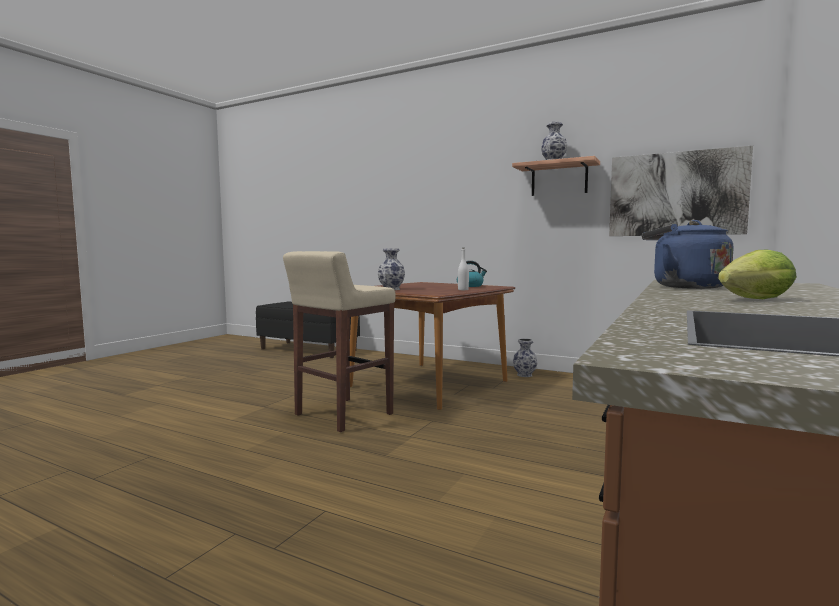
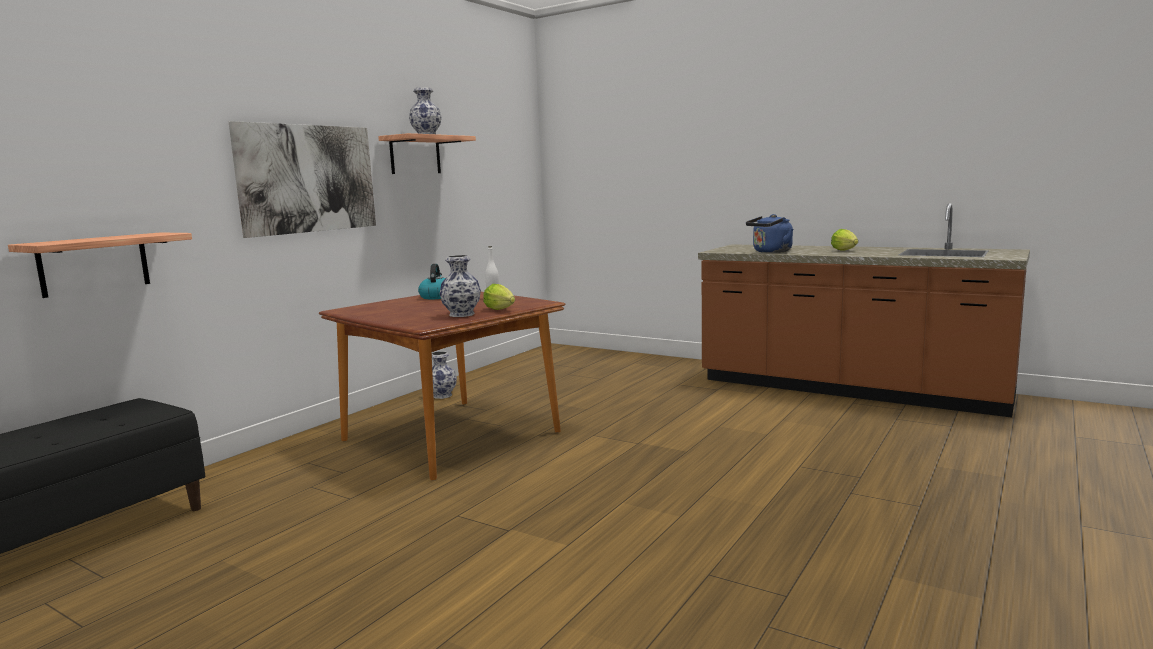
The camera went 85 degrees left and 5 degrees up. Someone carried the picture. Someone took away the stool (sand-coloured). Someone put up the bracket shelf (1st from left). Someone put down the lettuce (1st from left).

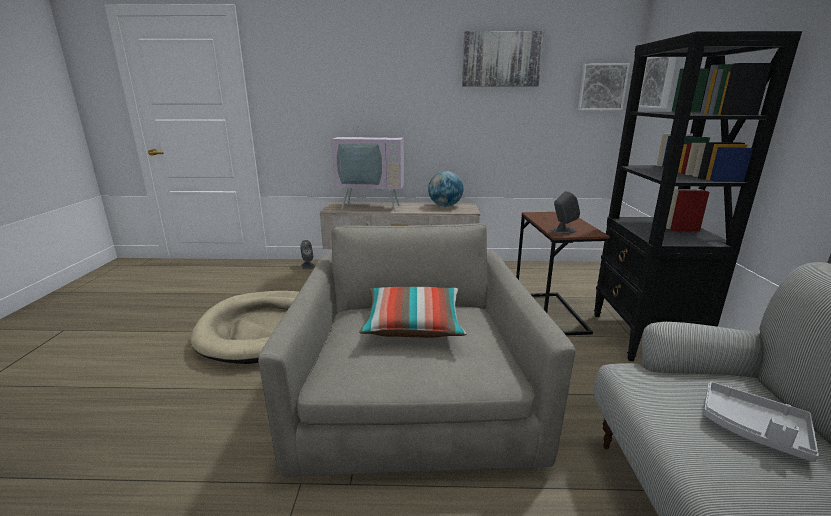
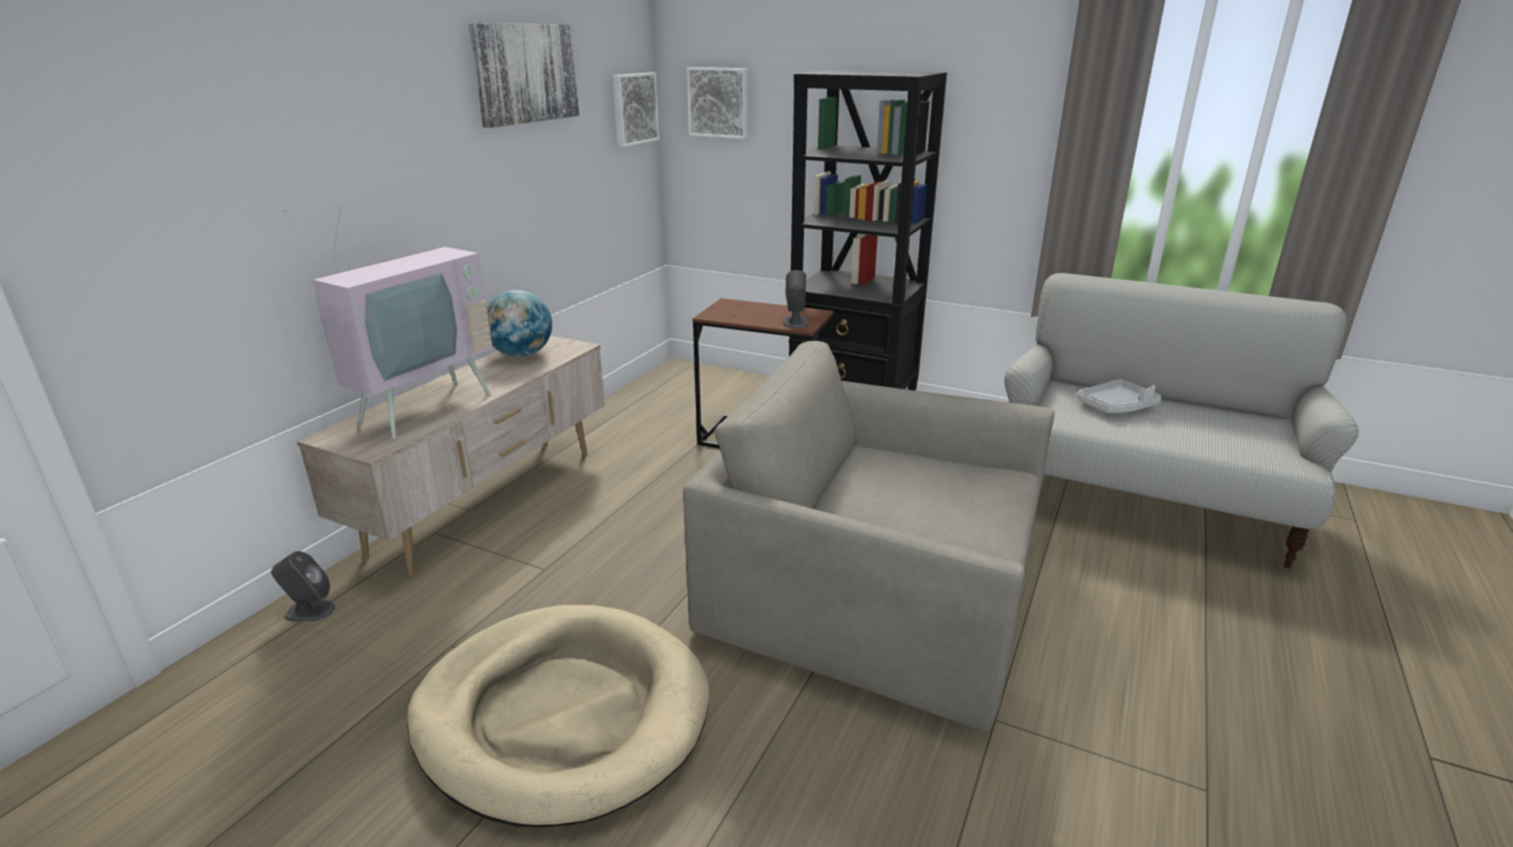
The camera went 65 degrees left and 5 degrees up. Someone took away the throw pillow.

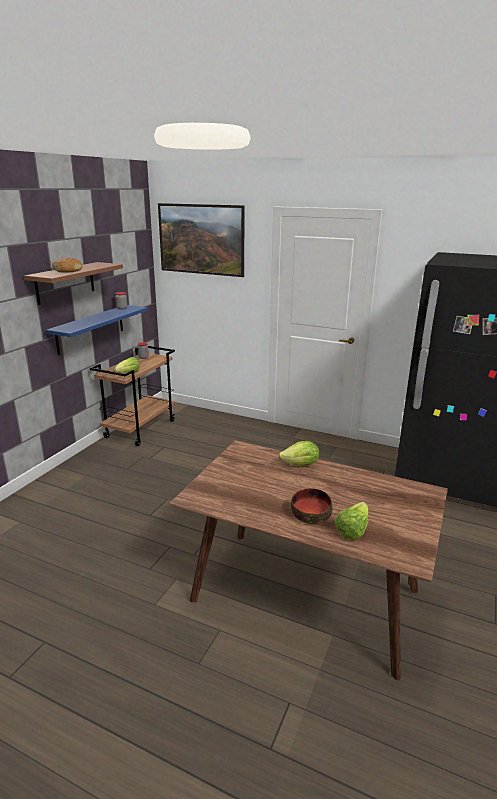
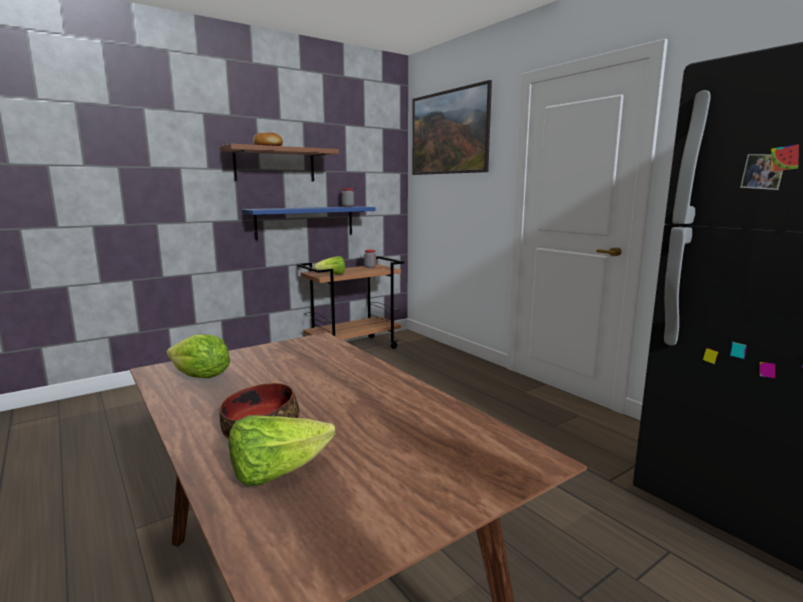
The camera went 30 degrees right and 10 degrees down. Someone carried the lettuce (2nd from left in the first image).

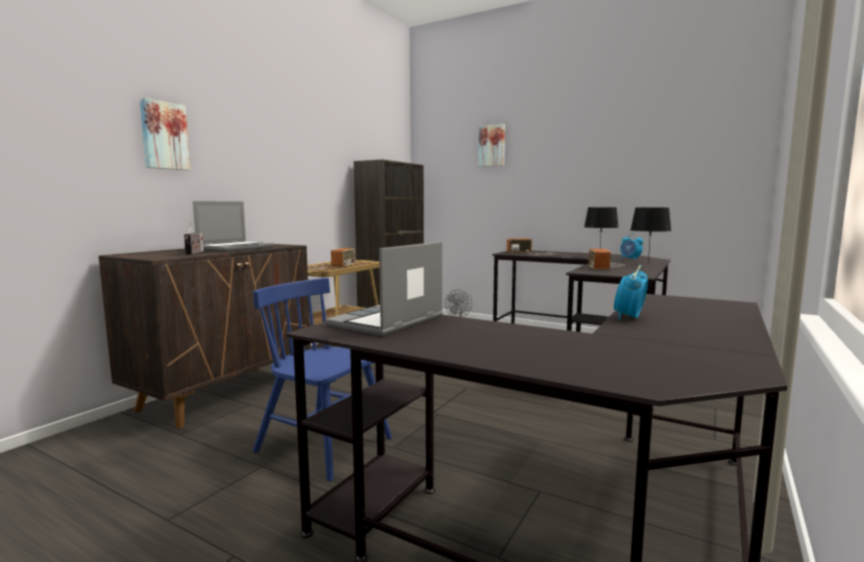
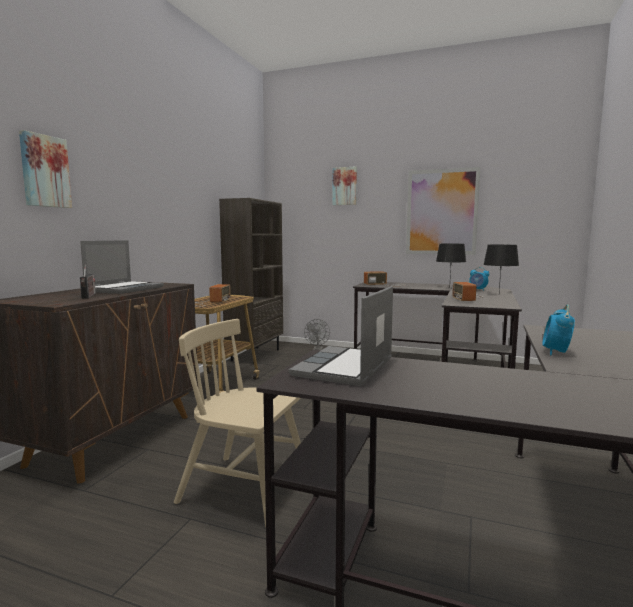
The camera went 10 degrees left and 0 degrees up. Someone repainted the chair (blue-coloured), which became the chair (sand-coloured). Someone put up the picture (3rd from left).

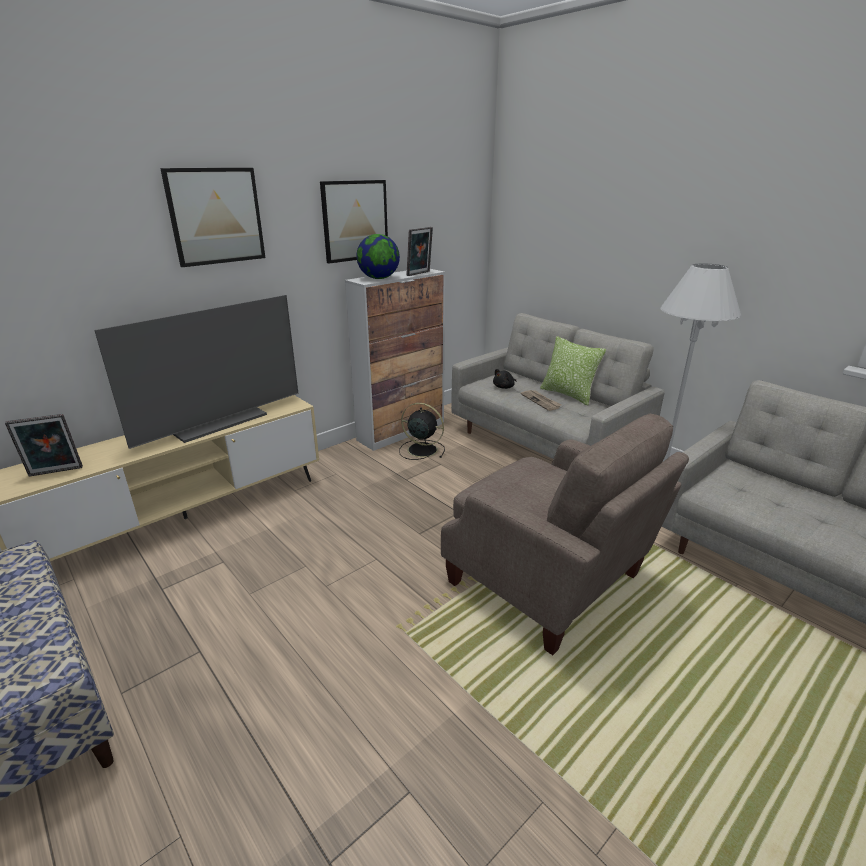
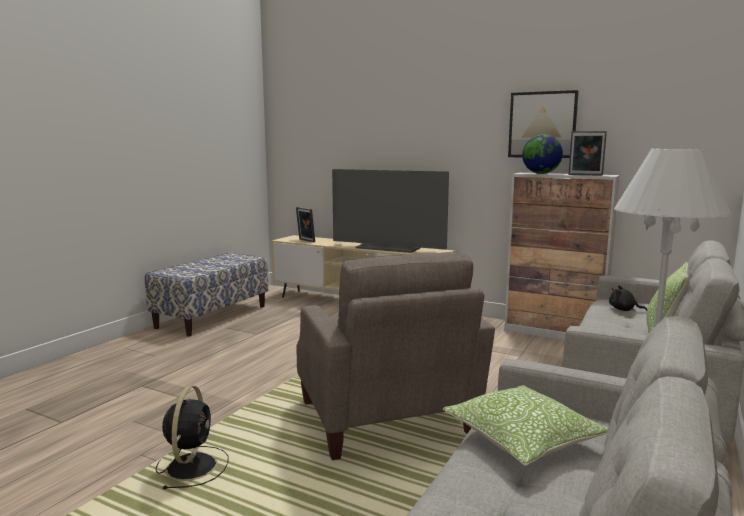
The camera went 70 degrees right and 15 degrees down. Someone took away the picture (1st from left). Someone took away the newspaper. Someone carried the electric fan (black). Someone rotated the easy chair (sand-coloured) by 45 degrees counterclockwise. Someone put down the throw pillow (1st from left).

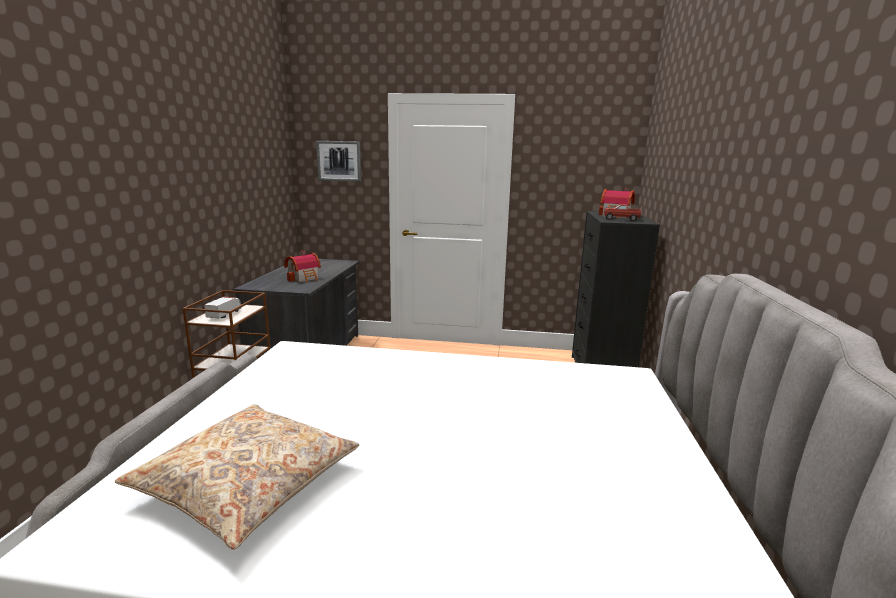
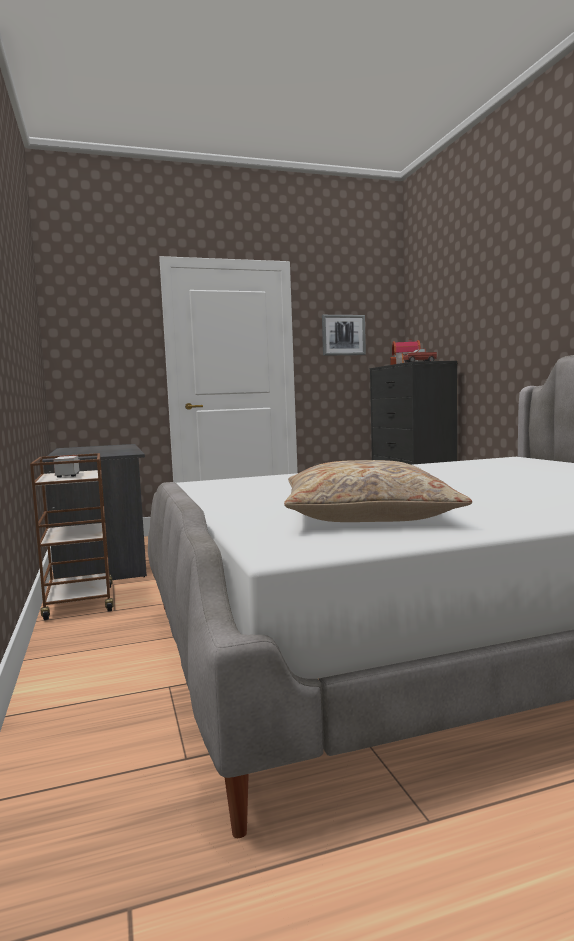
The camera went 25 degrees left and 10 degrees down. Someone carried the picture. Someone took away the miniature house (1st from left).

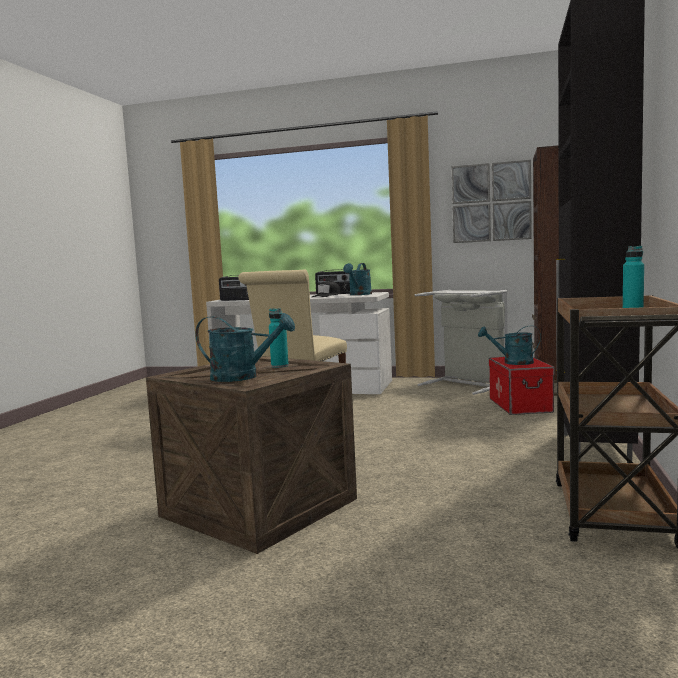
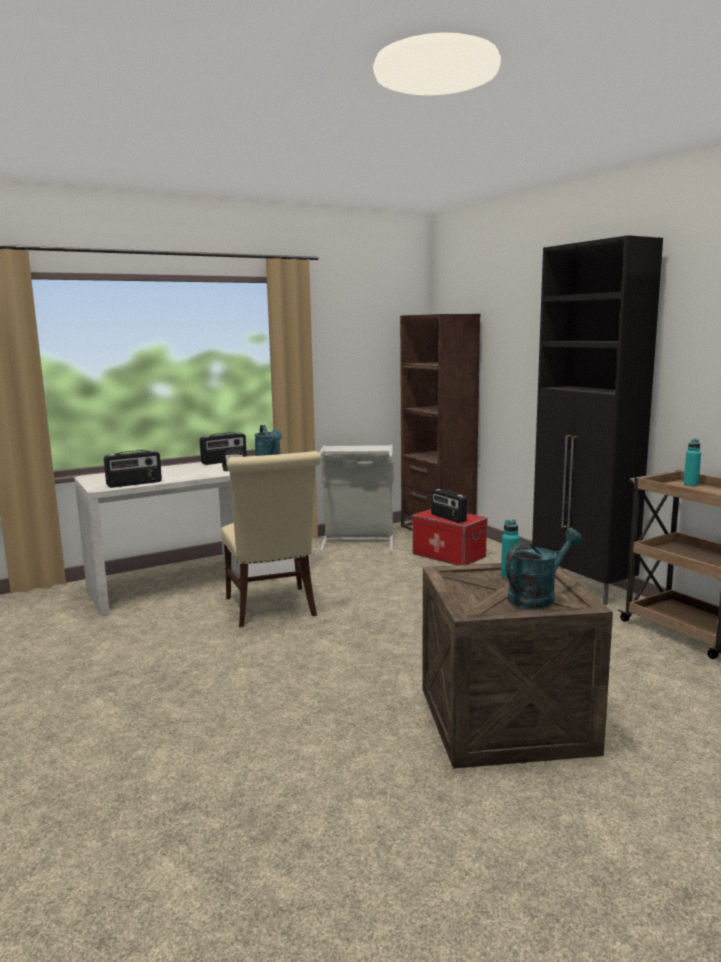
The camera went 45 degrees left and 5 degrees up. Someone took away the picture. Someone swapped the sprinkling can (blue-green) (3rd from left) for the radio (3rd from left).

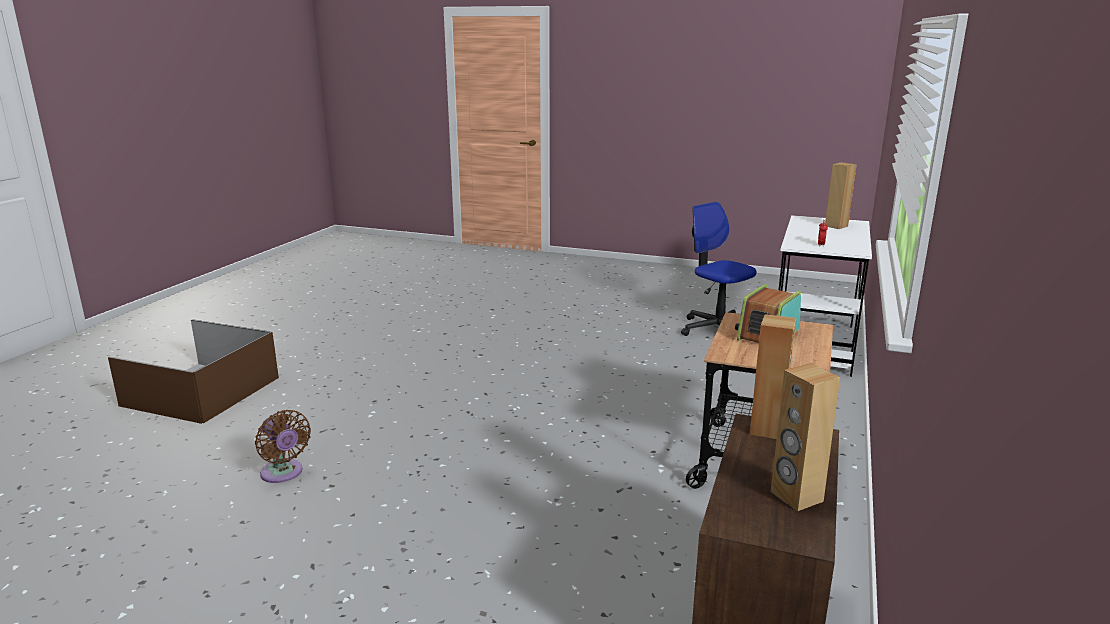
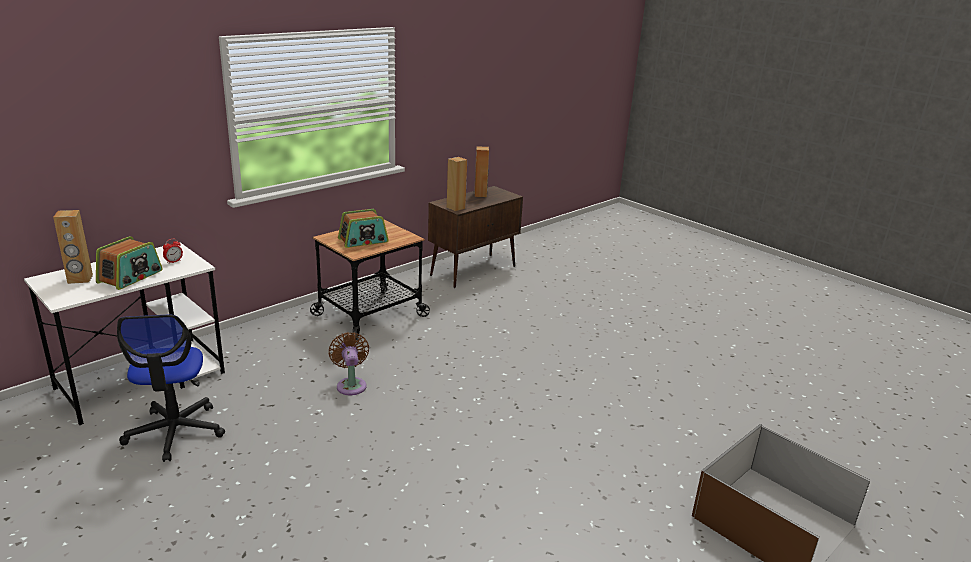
The camera went 155 degrees left and 5 degrees up. Someone carried the electric fan (brown). Someone put down the radio (1st from left).

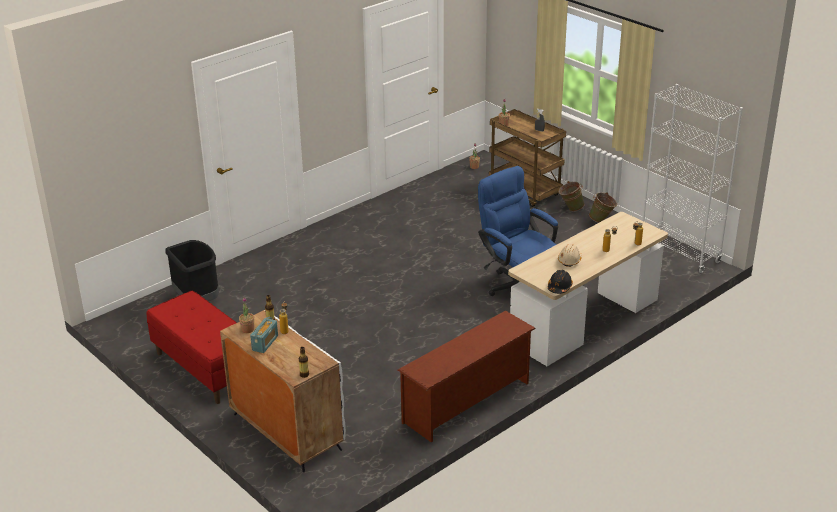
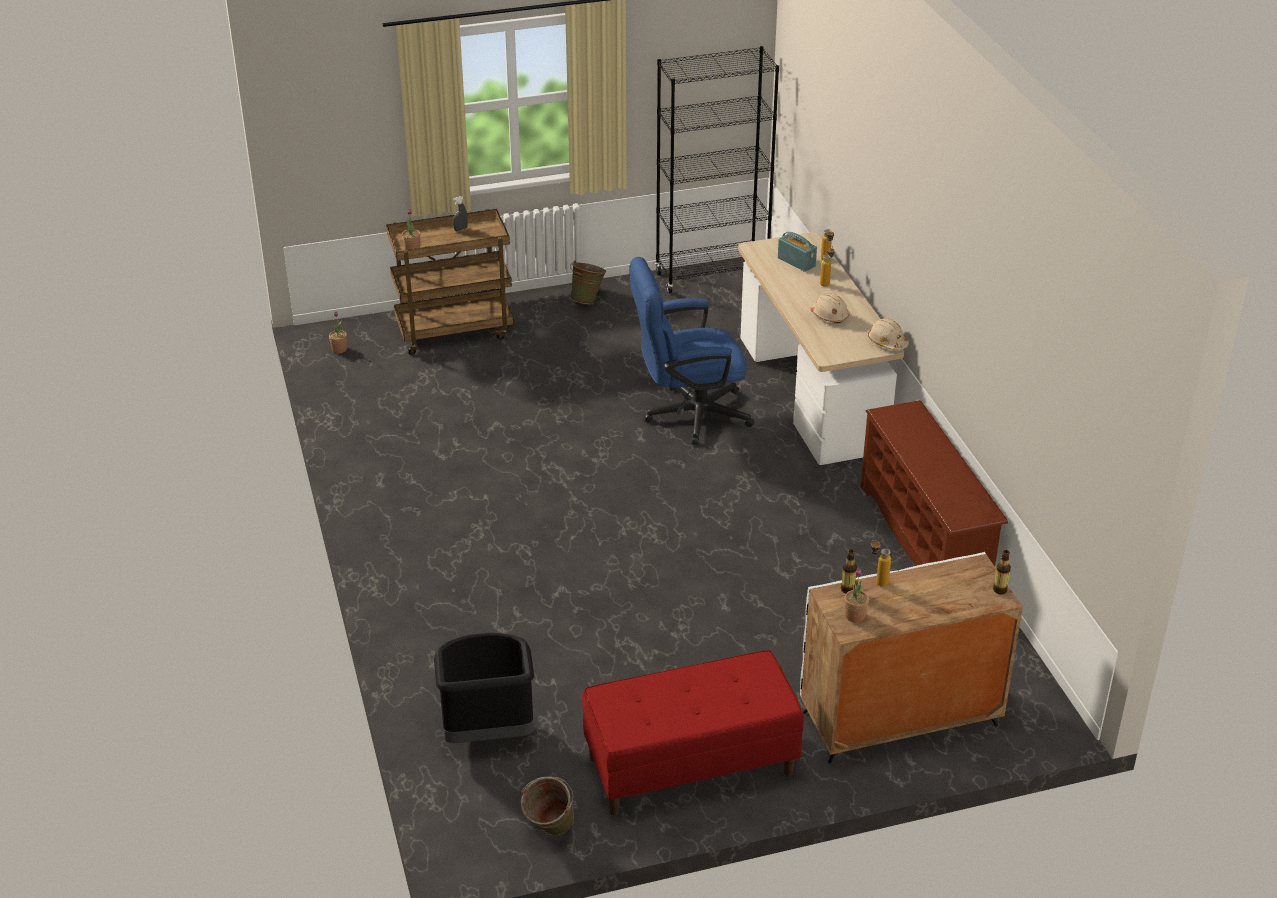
The camera went 65 degrees left and 5 degrees up. Someone repainted the bookcase (white), which became the bookcase (black). Someone carried the bucket (greenish) (1st from left). Someone repainted the work helmet (black), which became the work helmet (sand-coloured) (2nd from left). Someone carried the radio.

